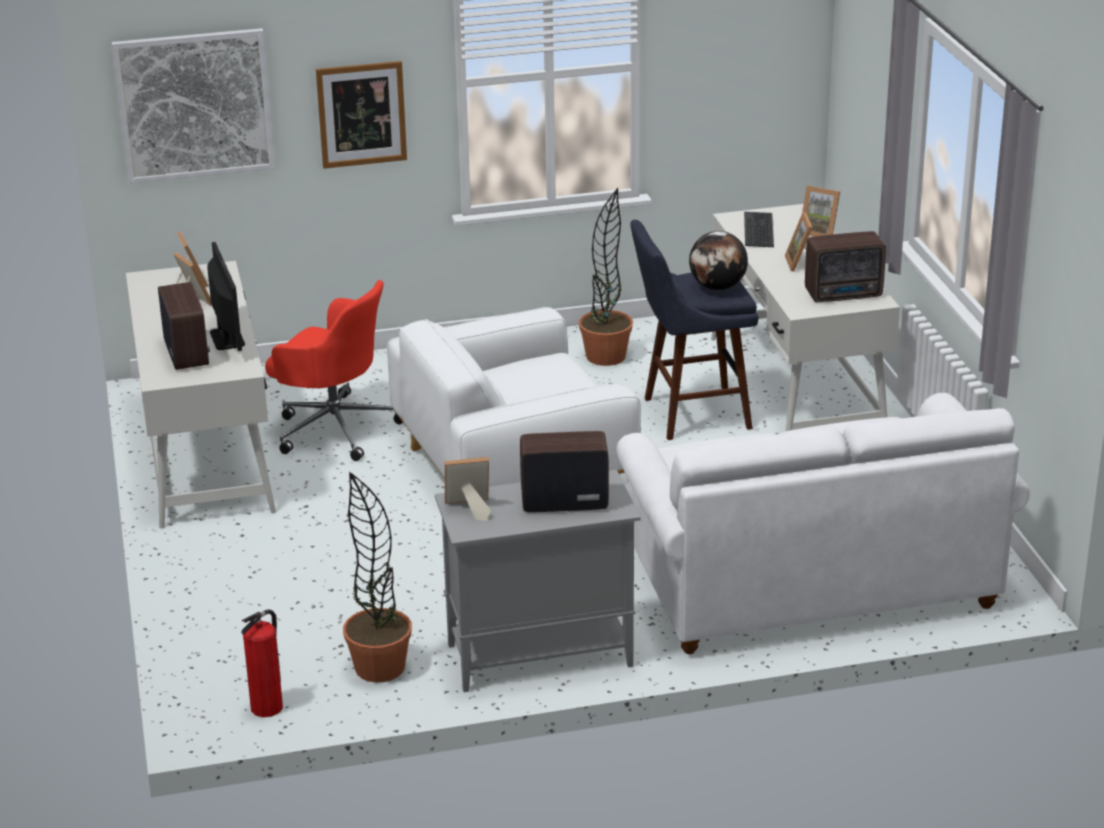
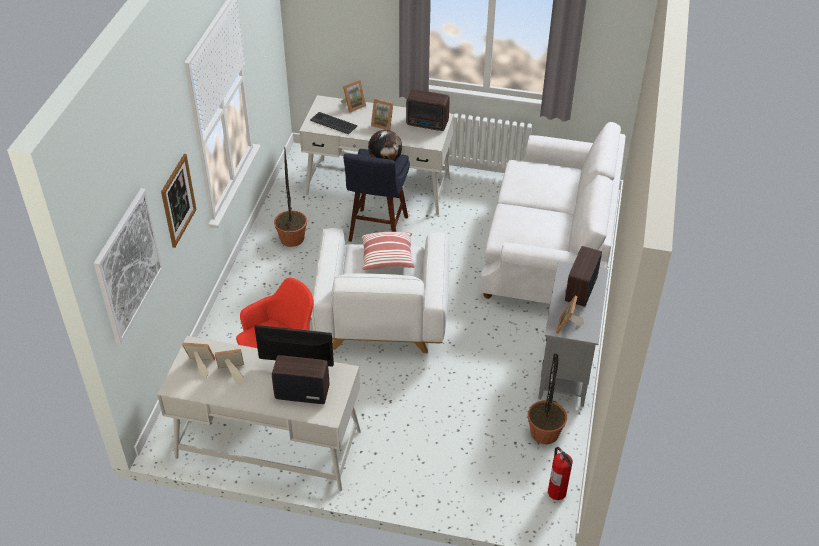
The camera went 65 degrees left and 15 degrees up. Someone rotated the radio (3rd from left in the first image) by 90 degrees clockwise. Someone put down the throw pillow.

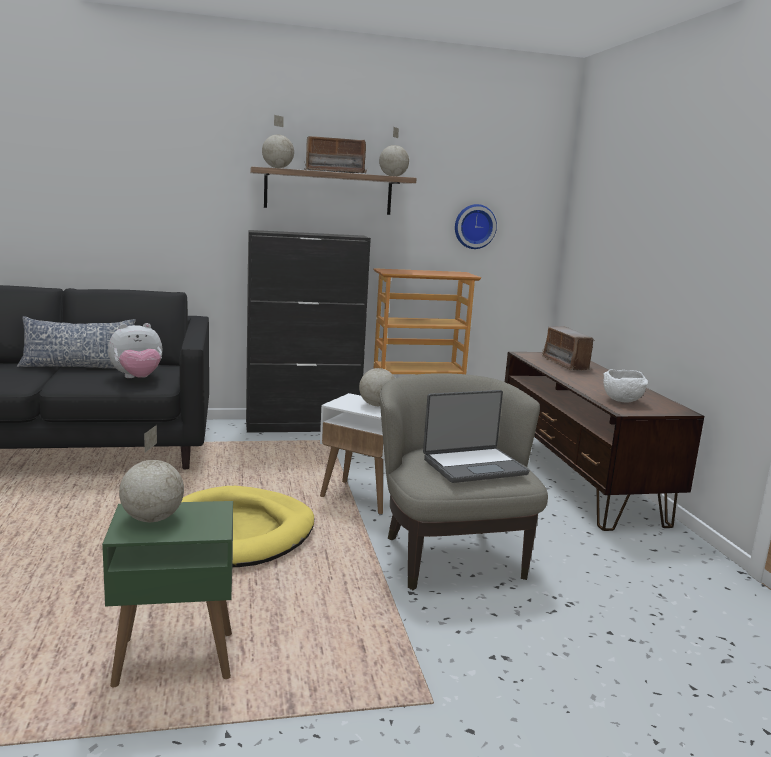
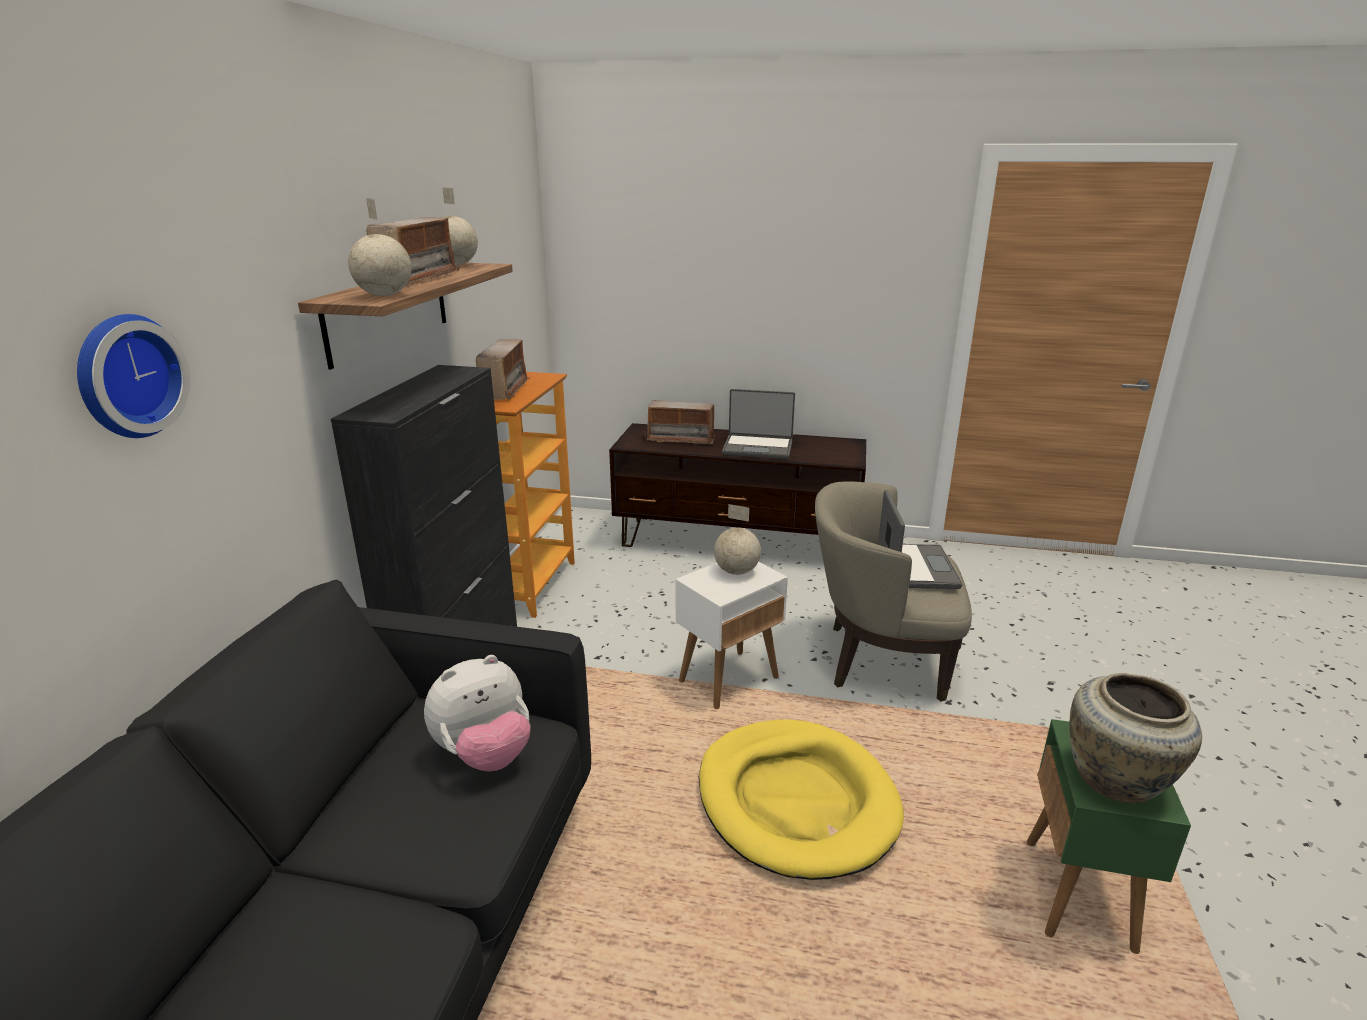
The camera went 65 degrees left and 10 degrees up. Someone carried the clock on the wall. Someone took away the throw pillow. Someone rotated the cuddly toy by 60 degrees clockwise. Someone took away the deep dish (white). Someone swapped the desk globe (1st from left) for the flower vase (sand-coloured). Someone put down the radio (2nd from left). Someone put down the notebook computer (1st from left).

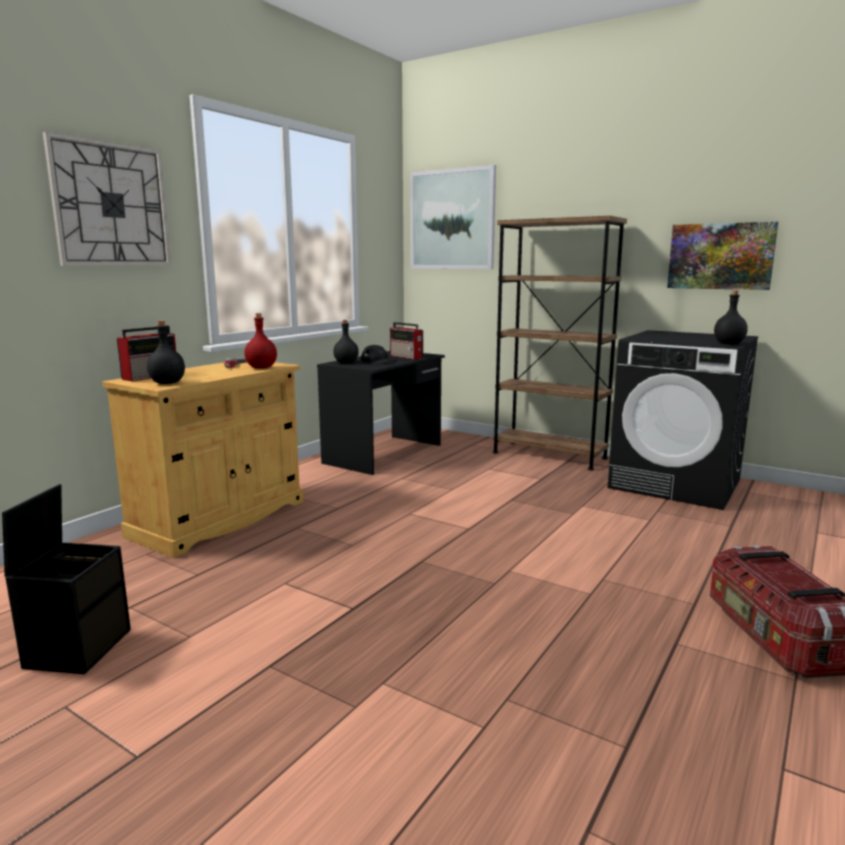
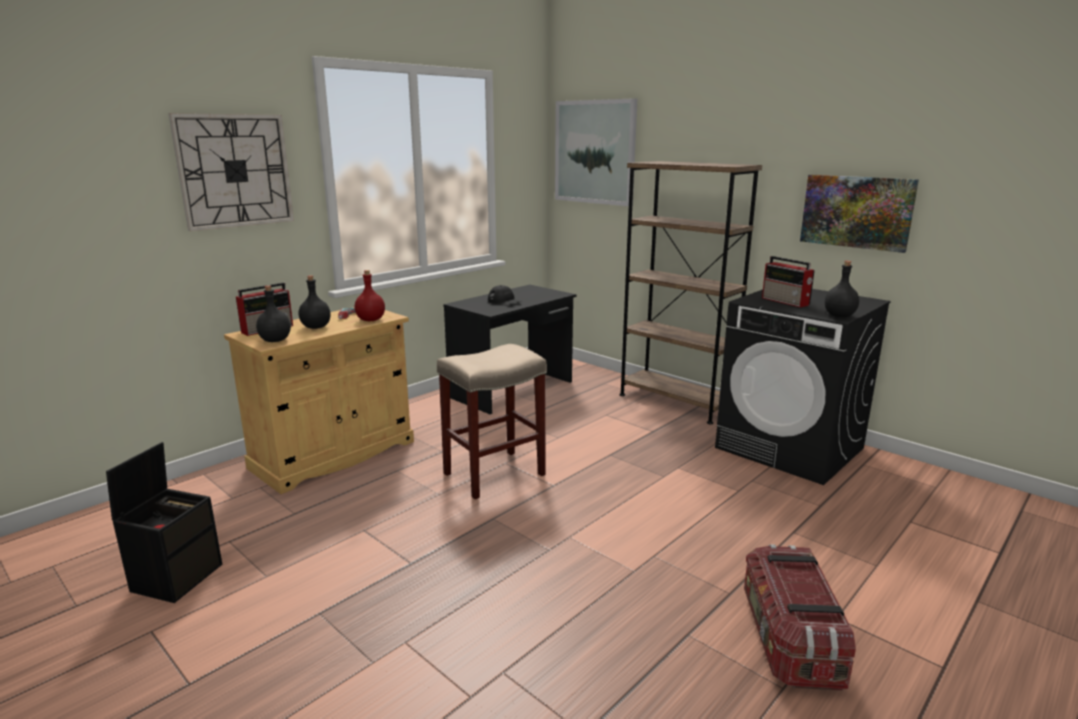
The camera went 10 degrees right and 5 degrees up. Someone carried the drink bottle (black) (2nd from left). Someone carried the radio (2nd from left). Someone put down the stool (sand-coloured).

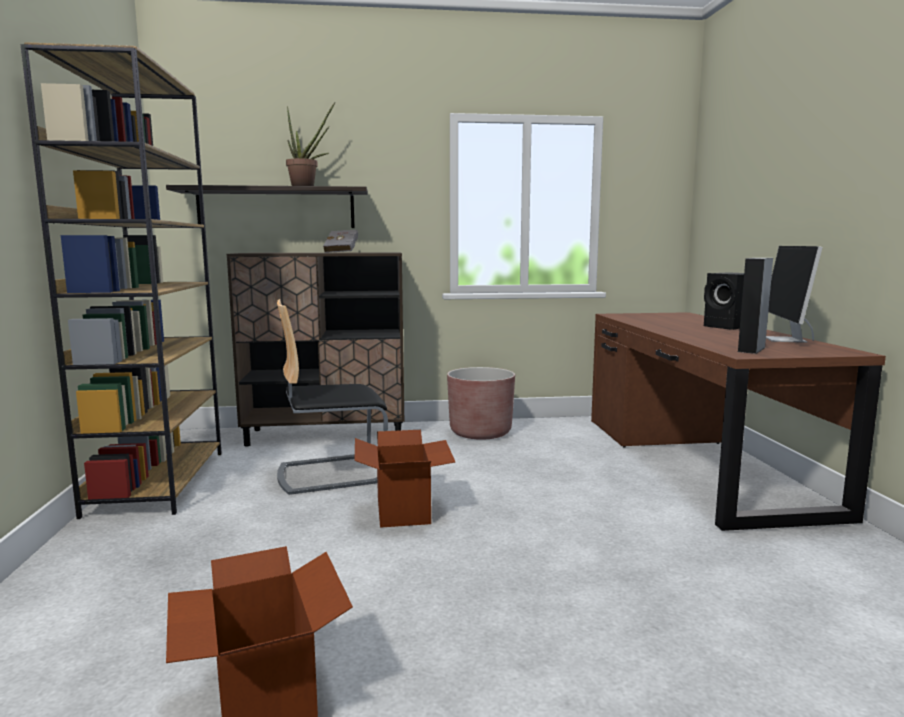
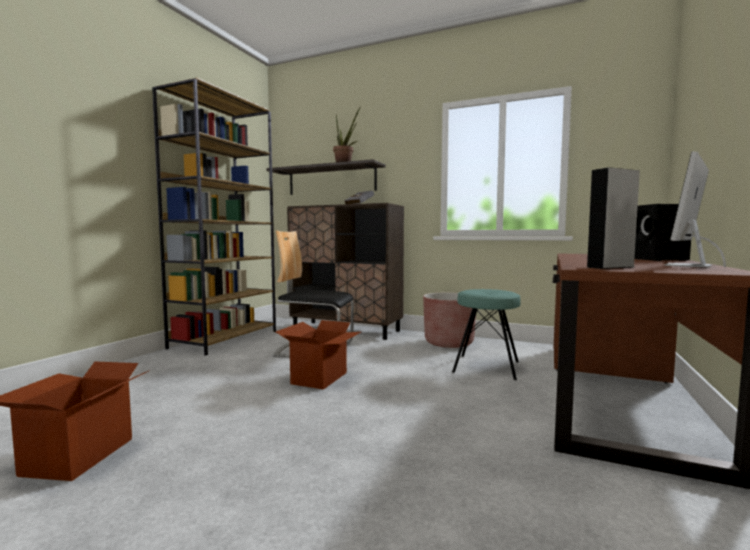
The camera went 30 degrees right and 5 degrees down. Someone put down the stool (blue-green).

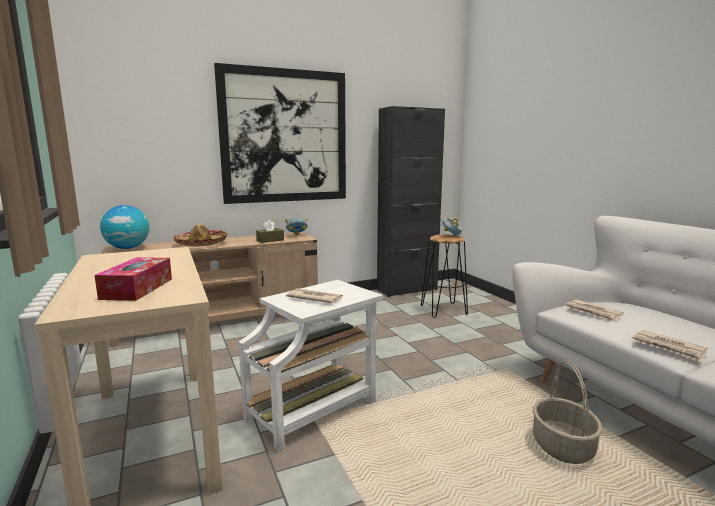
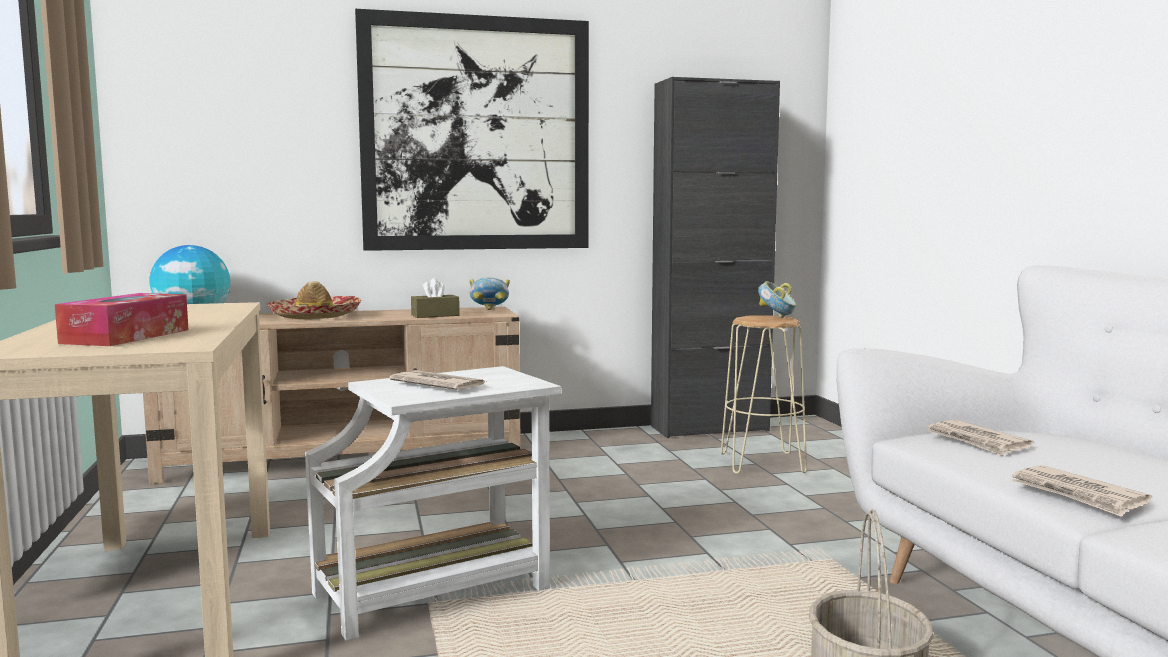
The camera went 10 degrees right and 5 degrees down. Someone repainted the stool (black), which became the stool (sand-coloured).

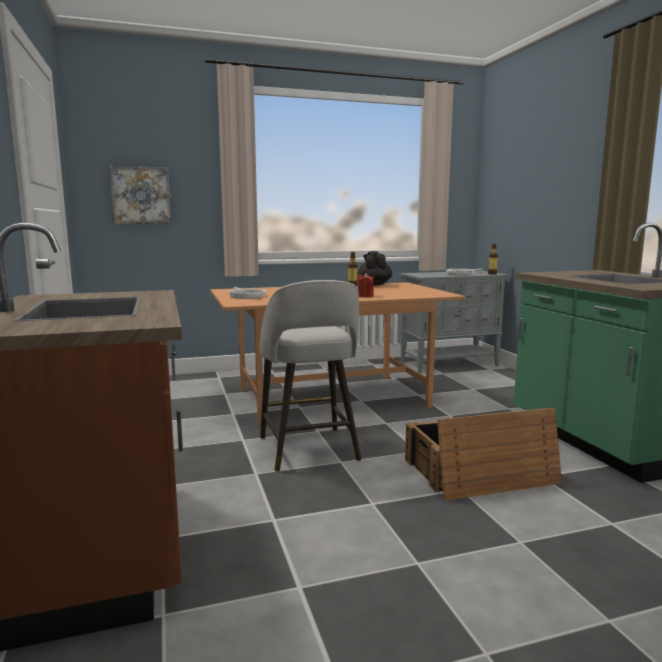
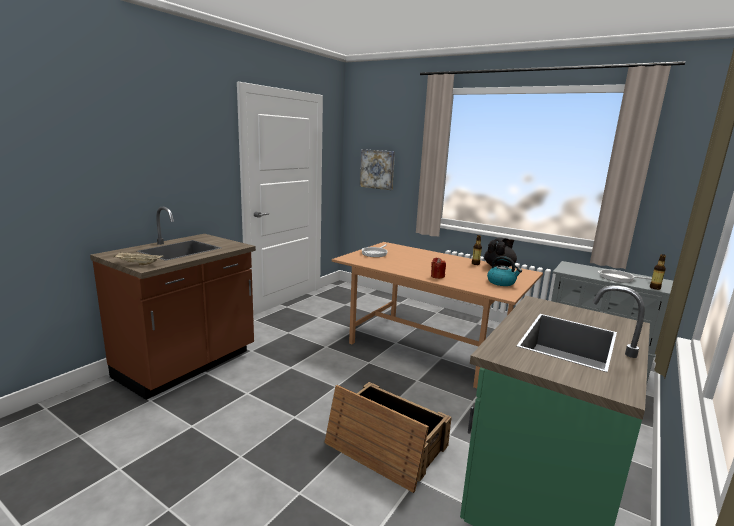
The camera went 50 degrees right and 5 degrees up. Someone took away the stool (greyish). Someone put down the tray (sand-coloured). Someone put down the water kettle.

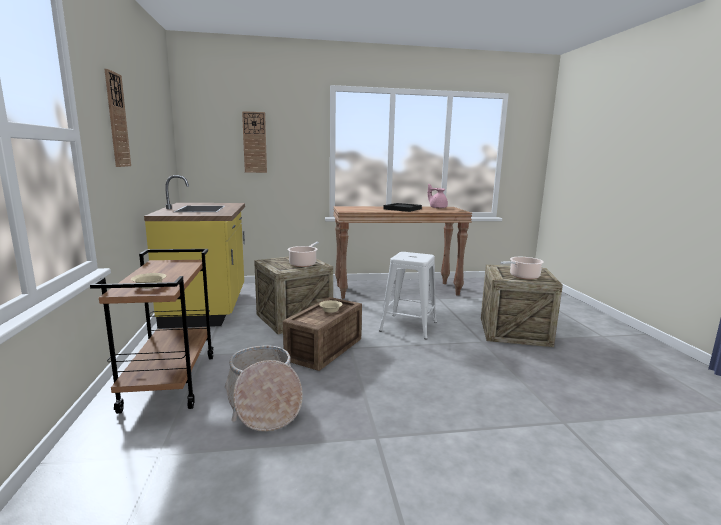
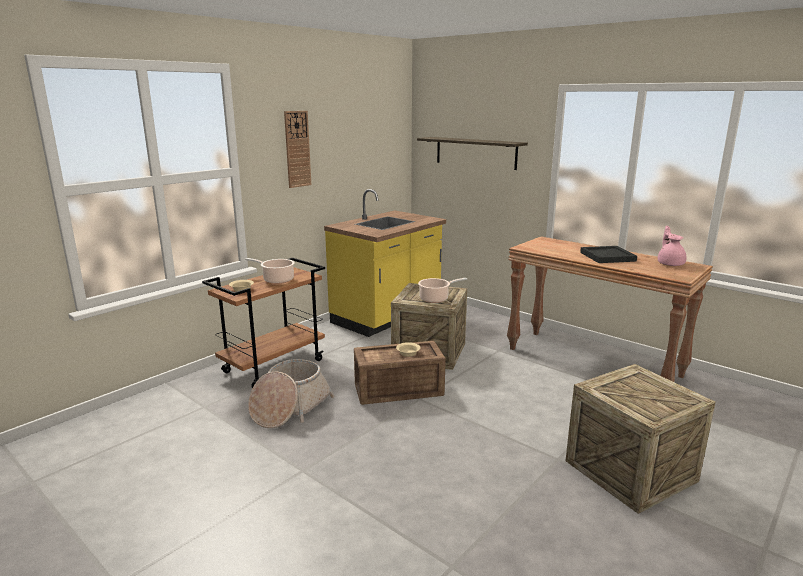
The camera went 50 degrees right and 5 degrees up. Someone swapped the clock on the wall (2nd from left) for the bracket shelf. Someone took away the stool (white). Someone carried the cooking pot (2nd from left in the first image).

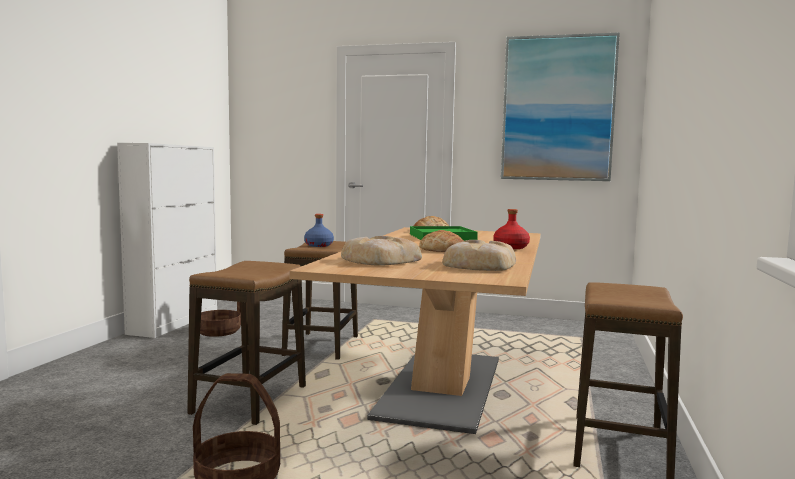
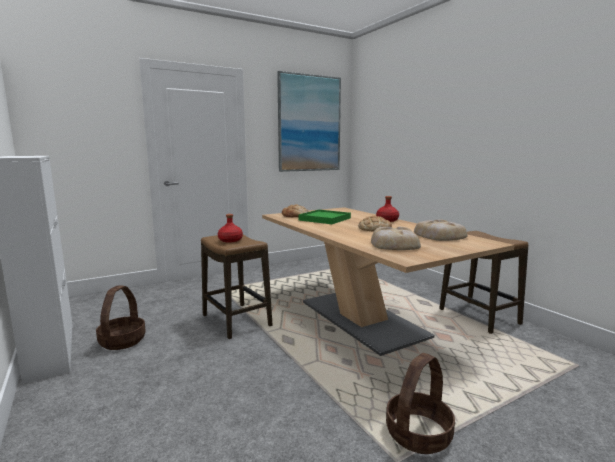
The camera went 45 degrees left and 5 degrees up. Someone repainted the drink bottle (blue-coloured), which became the drink bottle (reddish) (1st from left). Someone took away the stool (1st from left).

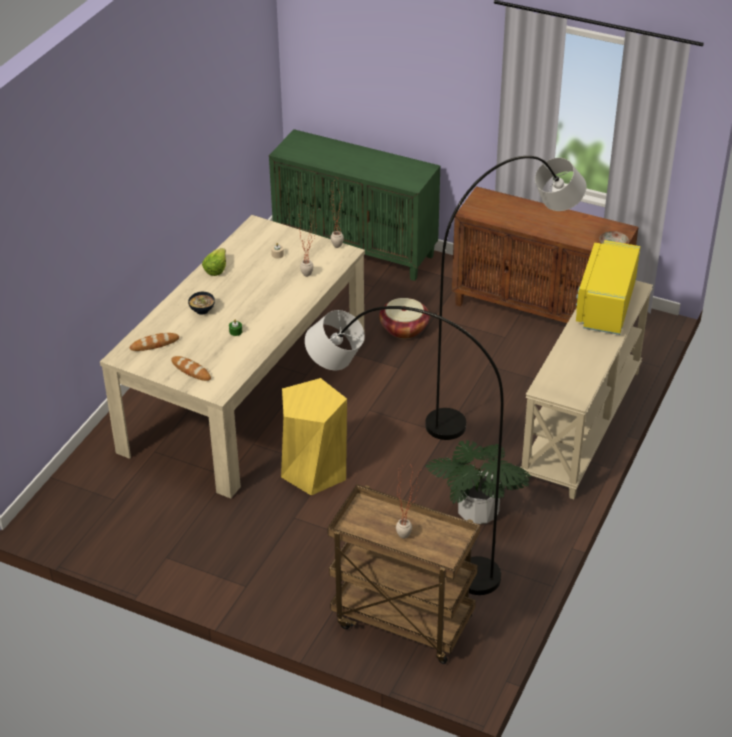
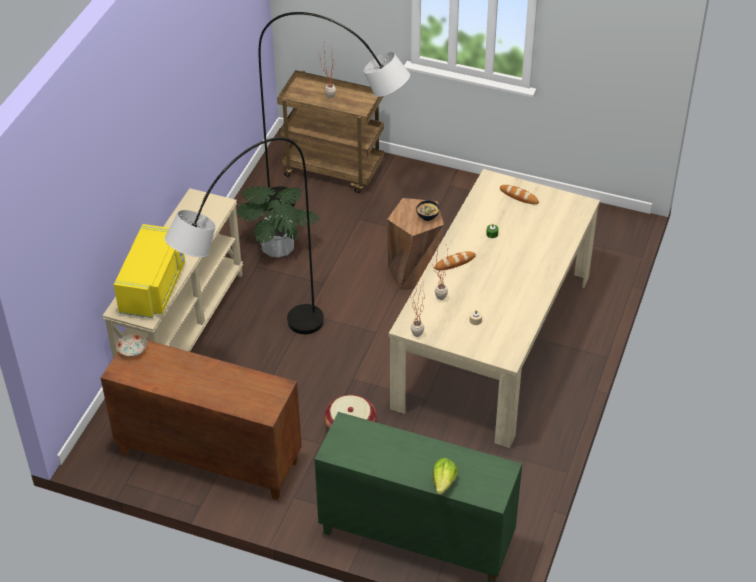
The camera went 175 degrees right and 5 degrees up. Someone carried the lettuce. Someone carried the deep dish. Someone carried the bakery bread (1st from left). Someone repainted the stool (yellow-coloured), which became the stool (brown).

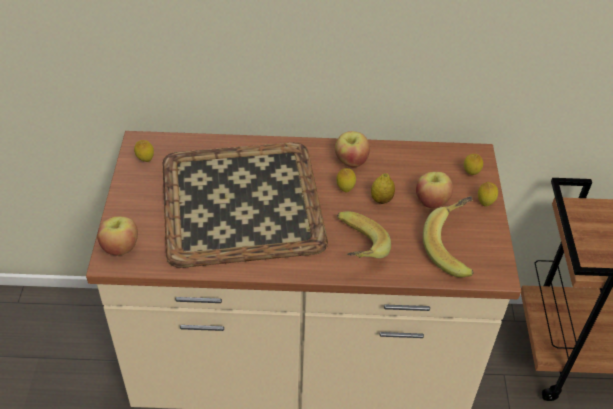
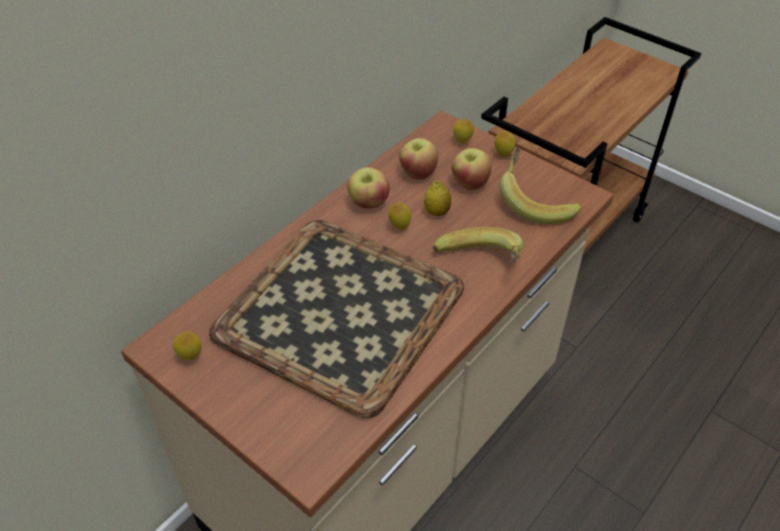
The camera went 50 degrees left and 0 degrees up. Someone carried the whole apple (1st from left in the first image).

